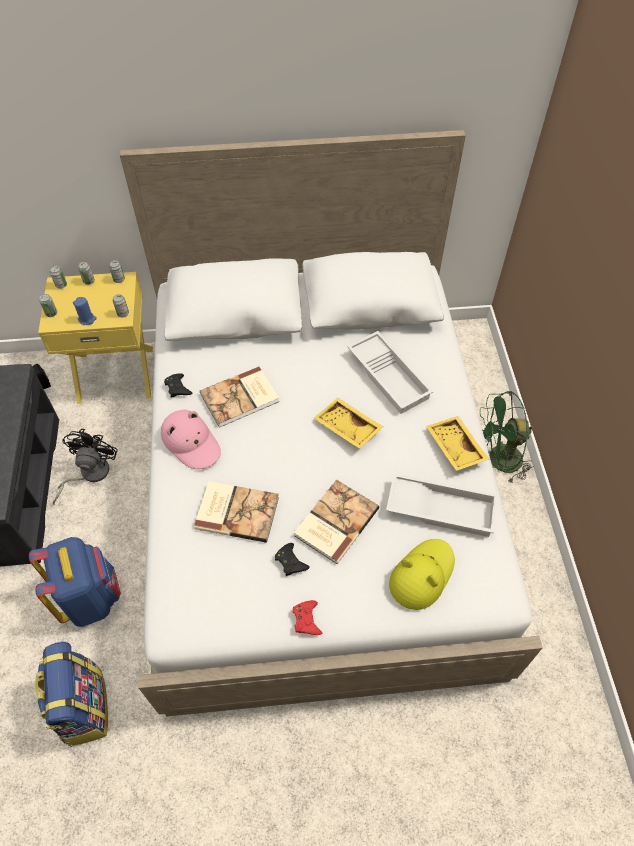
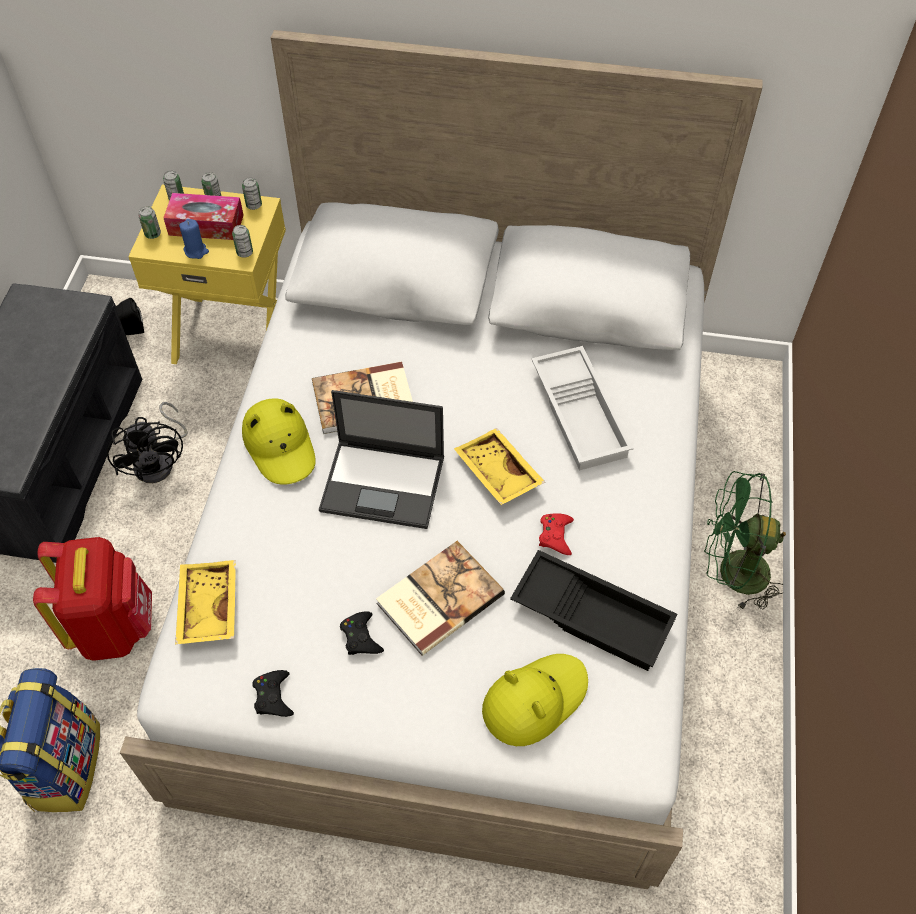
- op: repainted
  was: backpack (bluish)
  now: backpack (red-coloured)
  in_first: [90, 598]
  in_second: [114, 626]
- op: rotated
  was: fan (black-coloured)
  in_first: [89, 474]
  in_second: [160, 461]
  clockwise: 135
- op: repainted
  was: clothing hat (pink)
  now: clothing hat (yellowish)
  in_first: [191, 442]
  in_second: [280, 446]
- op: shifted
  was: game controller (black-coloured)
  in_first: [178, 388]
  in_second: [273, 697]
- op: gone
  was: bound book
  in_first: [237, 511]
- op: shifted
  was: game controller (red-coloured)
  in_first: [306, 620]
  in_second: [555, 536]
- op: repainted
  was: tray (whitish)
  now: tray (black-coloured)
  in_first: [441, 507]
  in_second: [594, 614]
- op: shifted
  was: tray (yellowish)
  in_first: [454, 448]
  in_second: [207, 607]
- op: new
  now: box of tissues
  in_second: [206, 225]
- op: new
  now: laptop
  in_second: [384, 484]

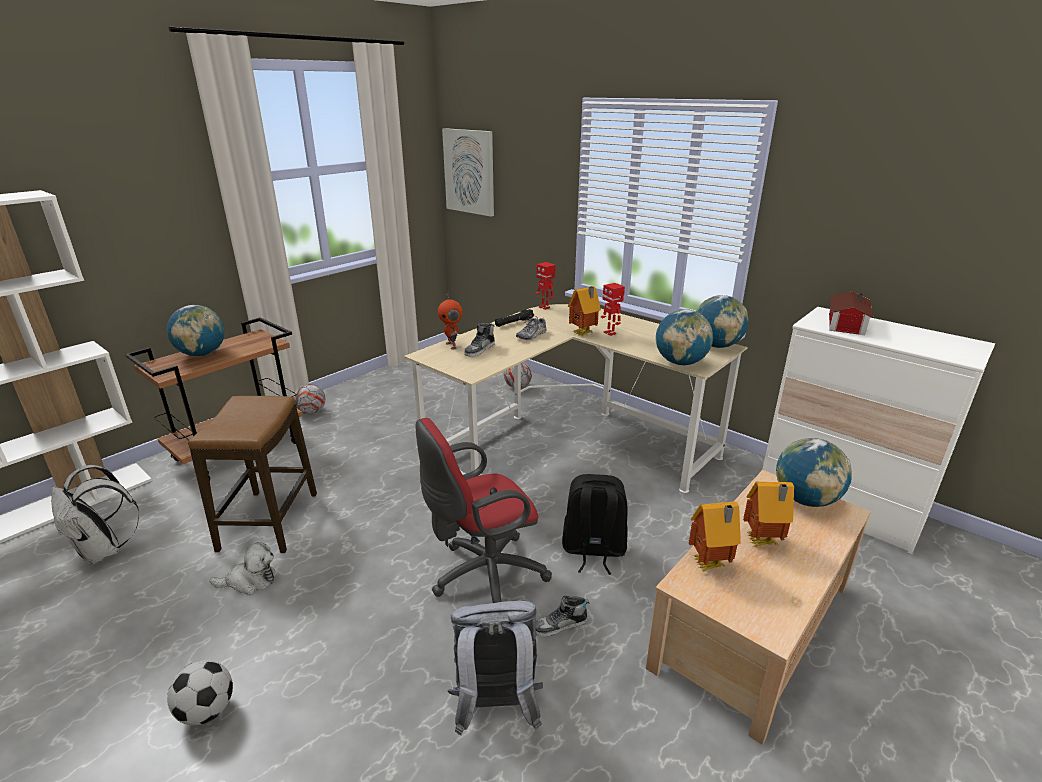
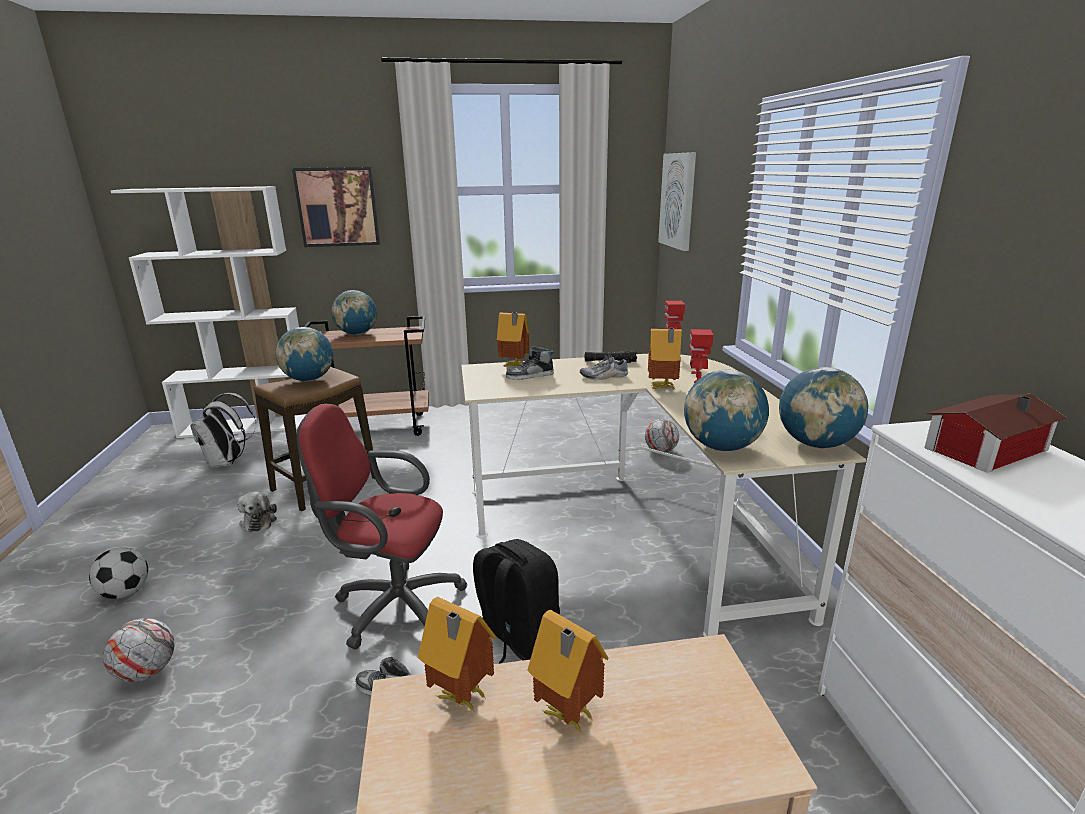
- op: rotated
  was: cuddly toy
  in_first: [250, 581]
  in_second: [259, 520]
  clockwise: 45
- op: shifted
  was: ball for football
  in_first: [311, 412]
  in_second: [147, 672]
- op: swapped
  was: toy robot
  now: miniature house
  in_first: [452, 345]
  in_second: [514, 367]
- op: gone
  was: backpack (grey)
  in_first: [496, 707]
- op: shifted
  was: globe
  in_first: [805, 500]
  in_second: [309, 380]
- op: new
  now: wall picture
  in_second: [337, 207]

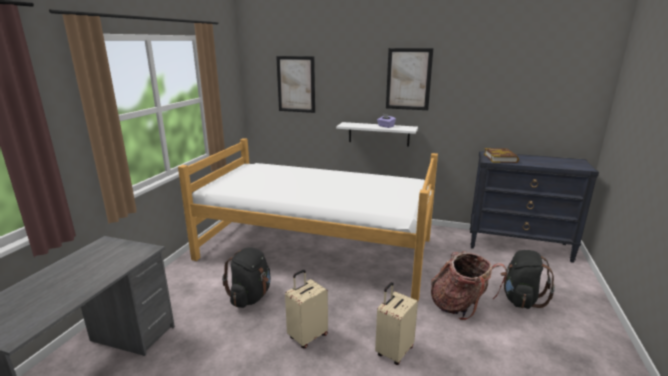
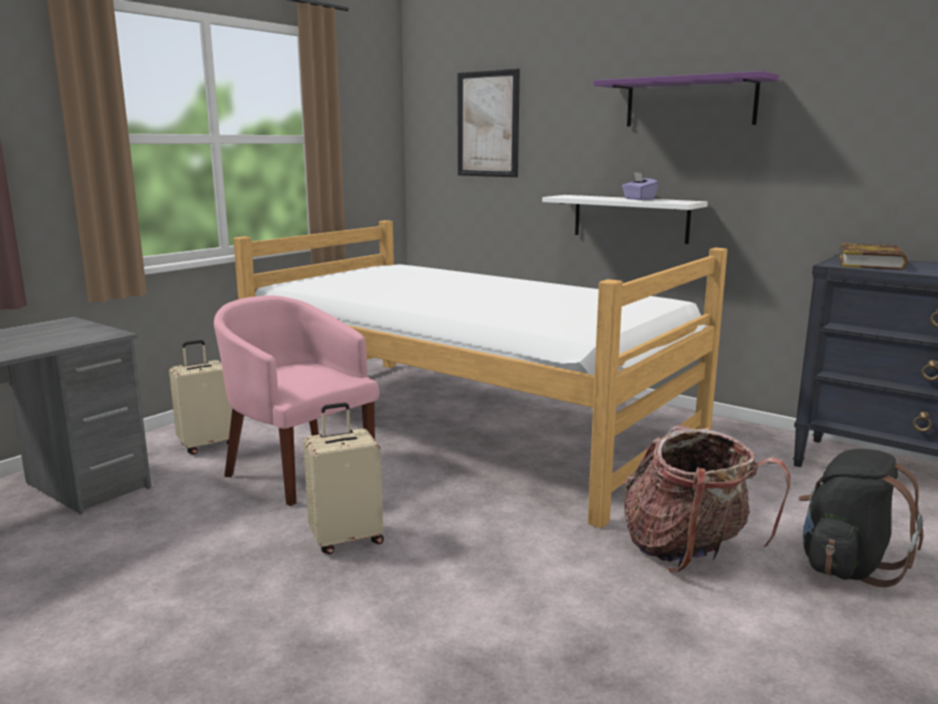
- op: swapped
  was: backpack (black-coloured)
  now: lounge chair (pink)
  in_first: [250, 297]
  in_second: [298, 471]
- op: shifted
  was: suitcase (beige)
  in_first: [393, 351]
  in_second: [207, 445]
- op: swapped
  was: wall picture
  now: shelf (purple-coloured)
  in_first: [408, 79]
  in_second: [690, 102]

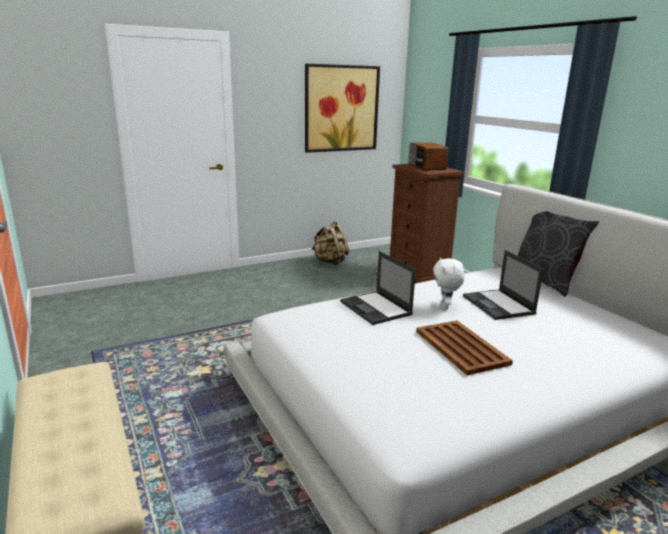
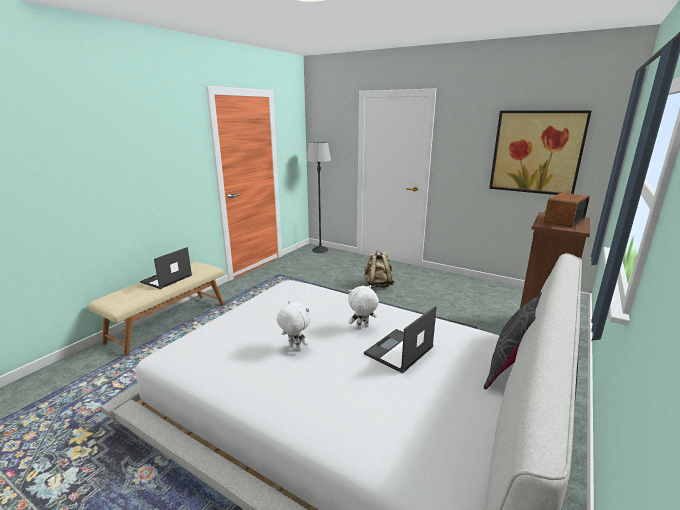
- op: shifted
  was: backpack (beige)
  in_first: [330, 262]
  in_second: [378, 285]
- op: shifted
  was: laptop
  in_first: [376, 308]
  in_second: [166, 279]
- op: swapped
  was: tray (brown-coloured)
  now: cuddly toy (whitish)
  in_first: [461, 348]
  in_second: [294, 348]
- op: new
  now: standard lamp
  in_second: [320, 250]

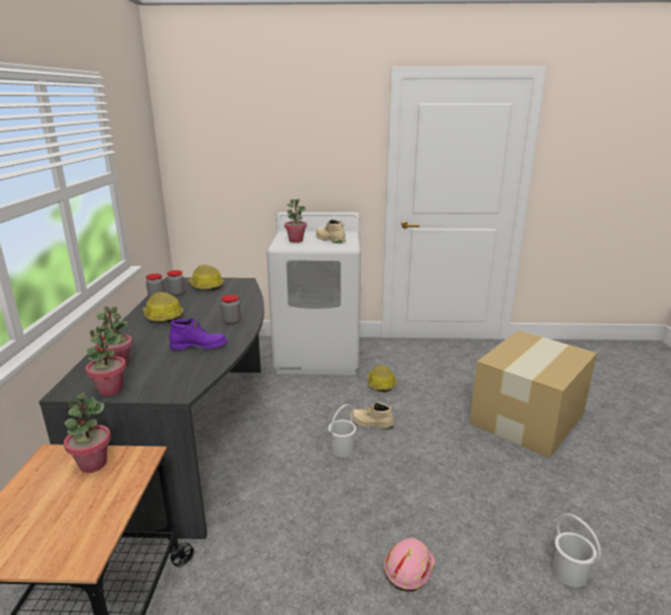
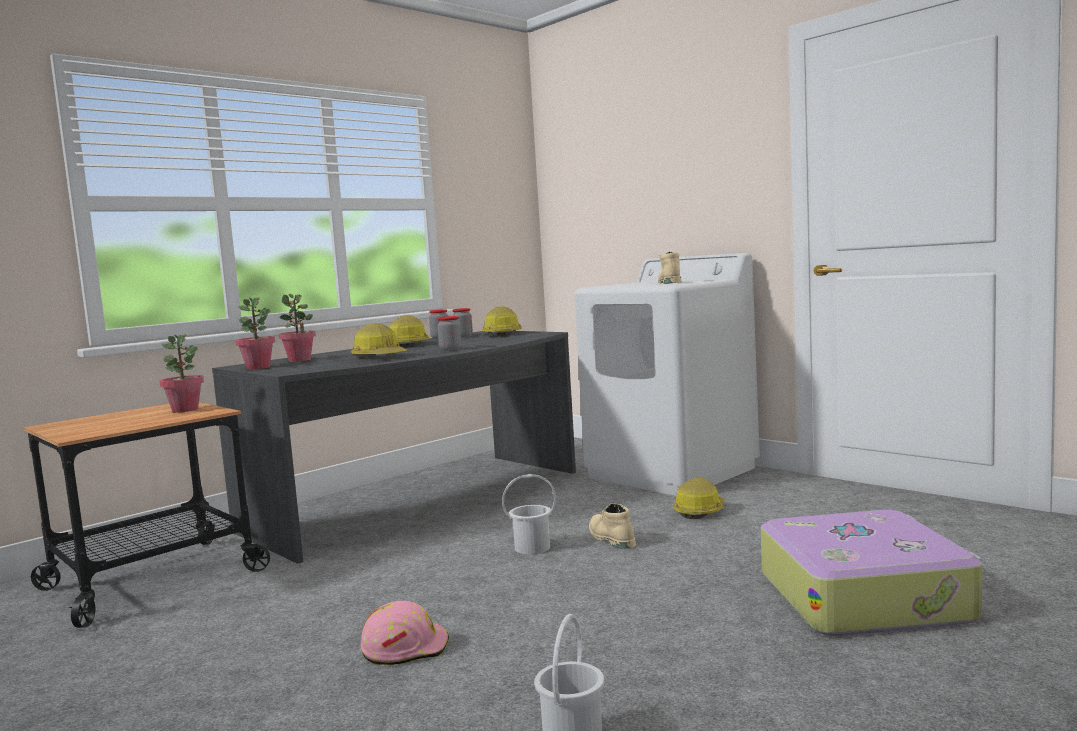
- op: swapped
  was: tall boot (purple-coloured)
  now: work helmet
  in_first: [199, 346]
  in_second: [380, 357]
- op: gone
  was: plant in a pot
  in_first: [296, 240]
- op: swapped
  was: carton
  now: suitcase
  in_first: [526, 419]
  in_second: [865, 596]

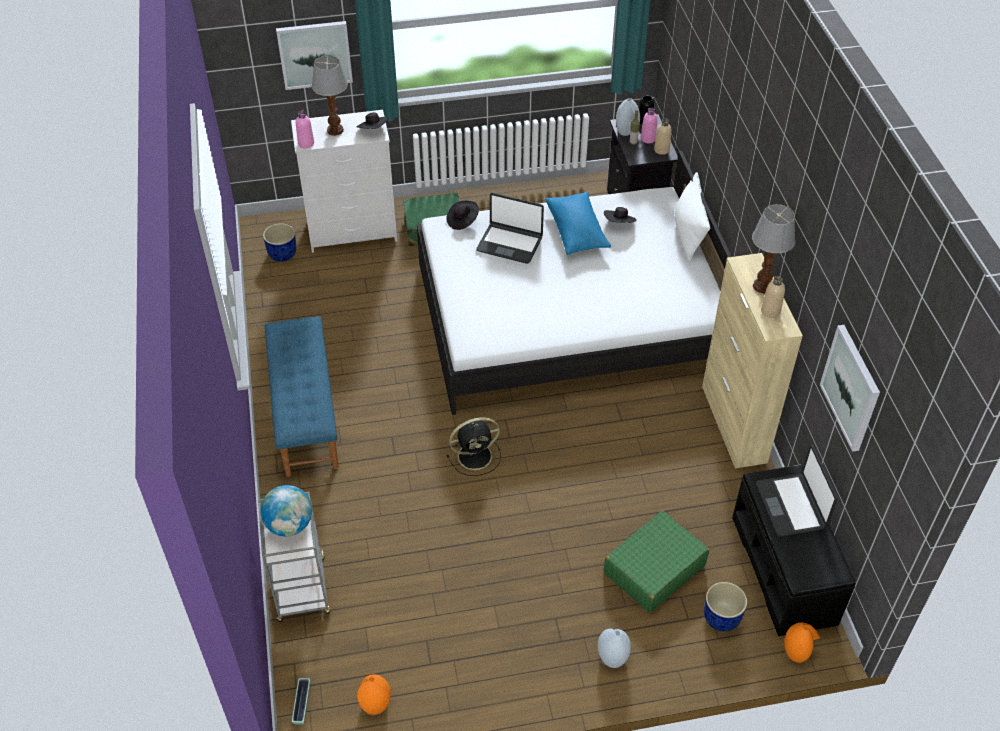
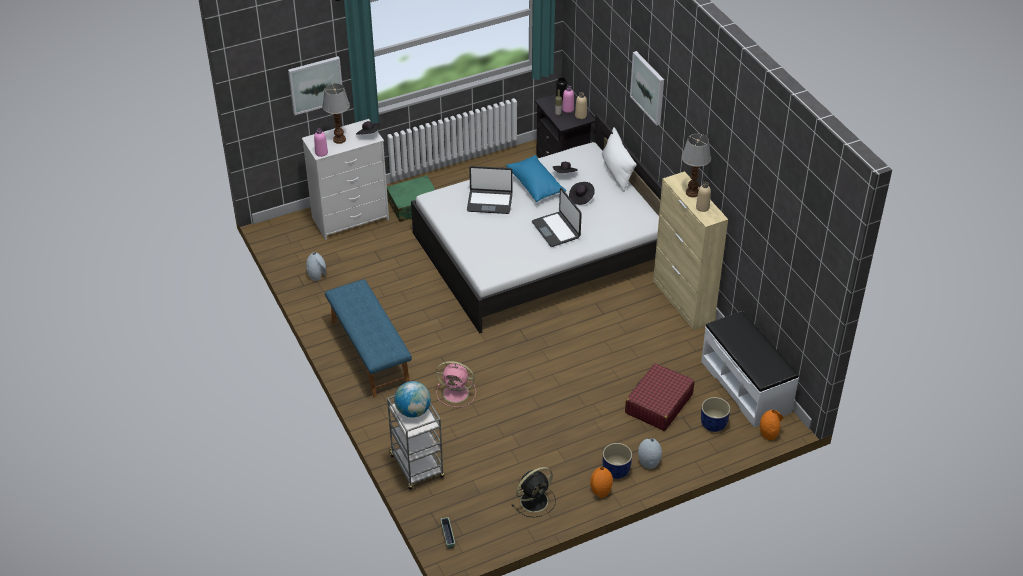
- op: shifted
  was: flower pot (bluish)
  in_first: [282, 254]
  in_second: [616, 471]
- op: shifted
  was: flower vase (orangey)
  in_first: [375, 704]
  in_second: [600, 492]
- op: shifted
  was: clothing hat (black-coloured)
  in_first: [462, 221]
  in_second: [581, 198]
- op: shifted
  was: fan (black-coloured)
  in_first: [476, 455]
  in_second: [535, 500]
- op: repainted
  was: suitcase (green-coloured)
  now: suitcase (red-coloured)
  in_first: [654, 569]
  in_second: [658, 404]
- op: shifted
  was: flower vase (grey)
  in_first: [627, 130]
  in_second: [317, 276]
- op: repainted
  was: long seat (black-coloured)
  now: long seat (whitish)
  in_first: [784, 569]
  in_second: [746, 386]
- op: shifted
  was: laptop
  in_first: [791, 505]
  in_second: [556, 230]
- op: shifted
  was: wall picture
  in_first: [851, 387]
  in_second: [648, 87]
- op: new
  now: fan (pink)
  in_second: [457, 393]

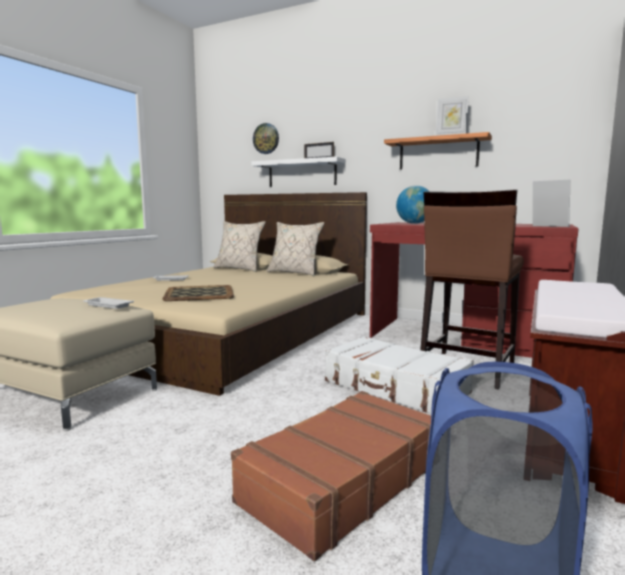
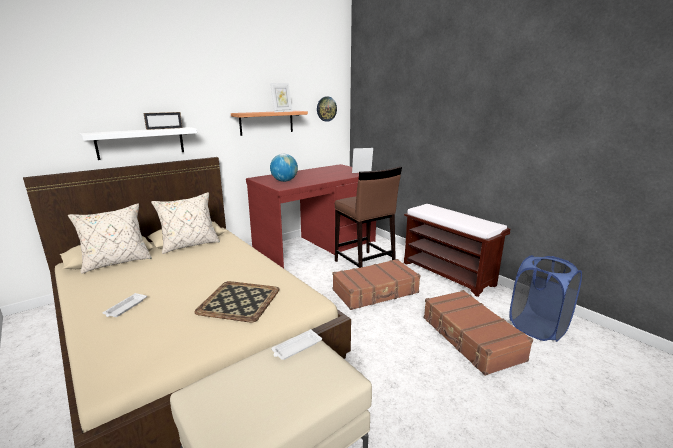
- op: shifted
  was: wall clock
  in_first: [266, 138]
  in_second: [326, 109]
- op: repainted
  was: suitcase (whitish)
  now: suitcase (brown-coloured)
  in_first: [395, 388]
  in_second: [376, 292]

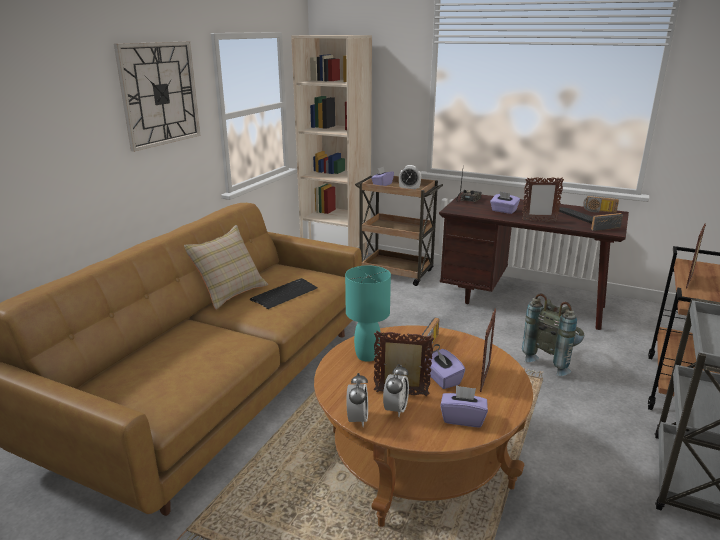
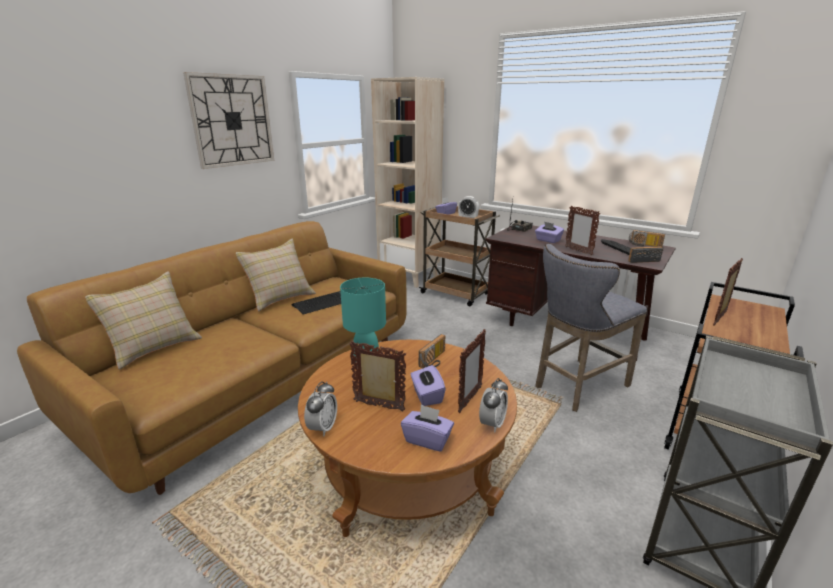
- op: shifted
  was: bedside clock
  in_first: [395, 409]
  in_second: [492, 424]
- op: rotated
  was: picture frame
  in_first: [539, 221]
  in_second: [578, 251]
  clockwise: 45
- op: swapped
  was: backpack (grey)
  now: stool (grey)
  in_first: [552, 360]
  in_second: [576, 386]
- op: new
  now: cushion (beige)
  in_second: [153, 347]

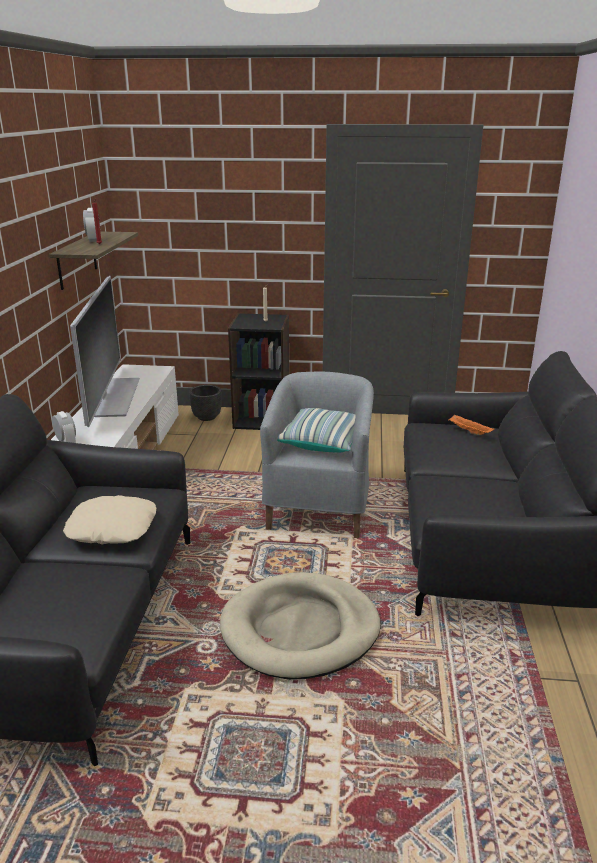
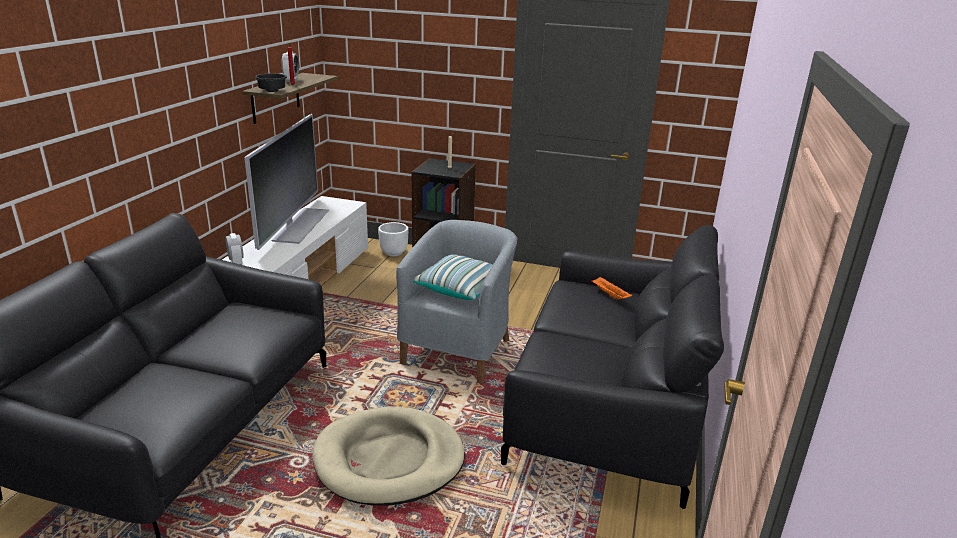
- op: gone
  was: cushion (beige)
  in_first: [112, 528]
- op: repainted
  was: flower pot (black-coloured)
  now: flower pot (whitish)
  in_first: [206, 417]
  in_second: [393, 252]
- op: new
  now: deep dish (black-coloured)
  in_second: [271, 91]

